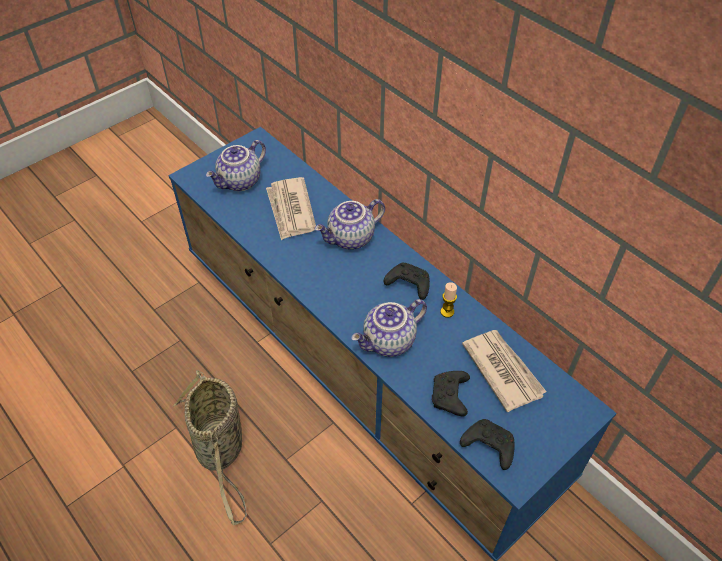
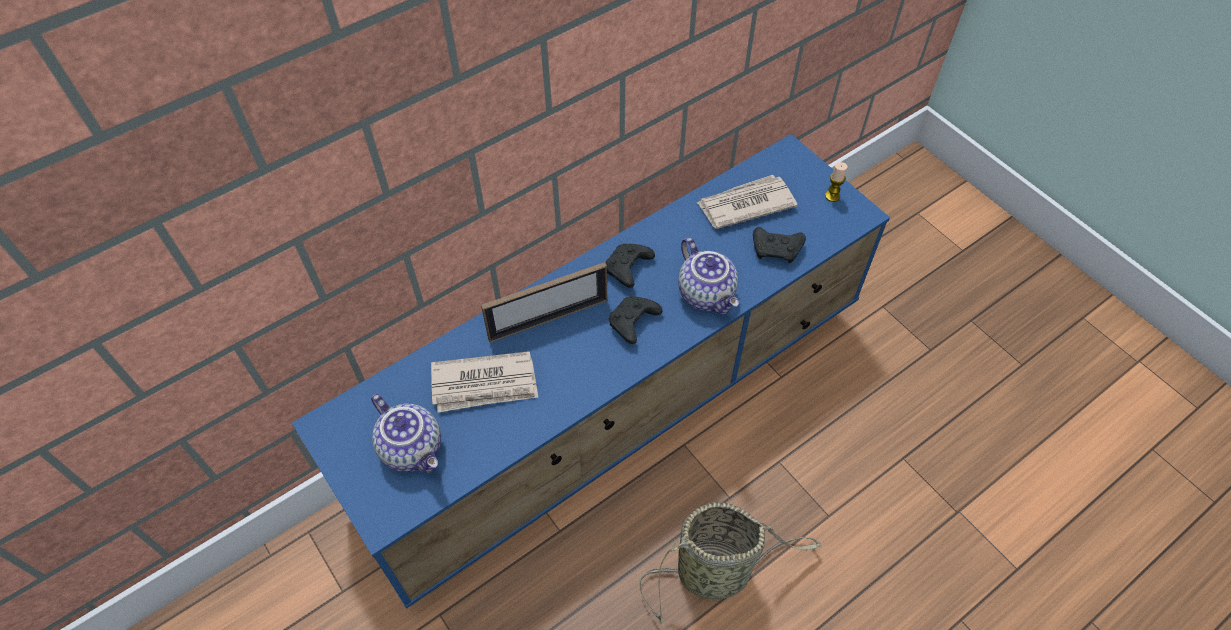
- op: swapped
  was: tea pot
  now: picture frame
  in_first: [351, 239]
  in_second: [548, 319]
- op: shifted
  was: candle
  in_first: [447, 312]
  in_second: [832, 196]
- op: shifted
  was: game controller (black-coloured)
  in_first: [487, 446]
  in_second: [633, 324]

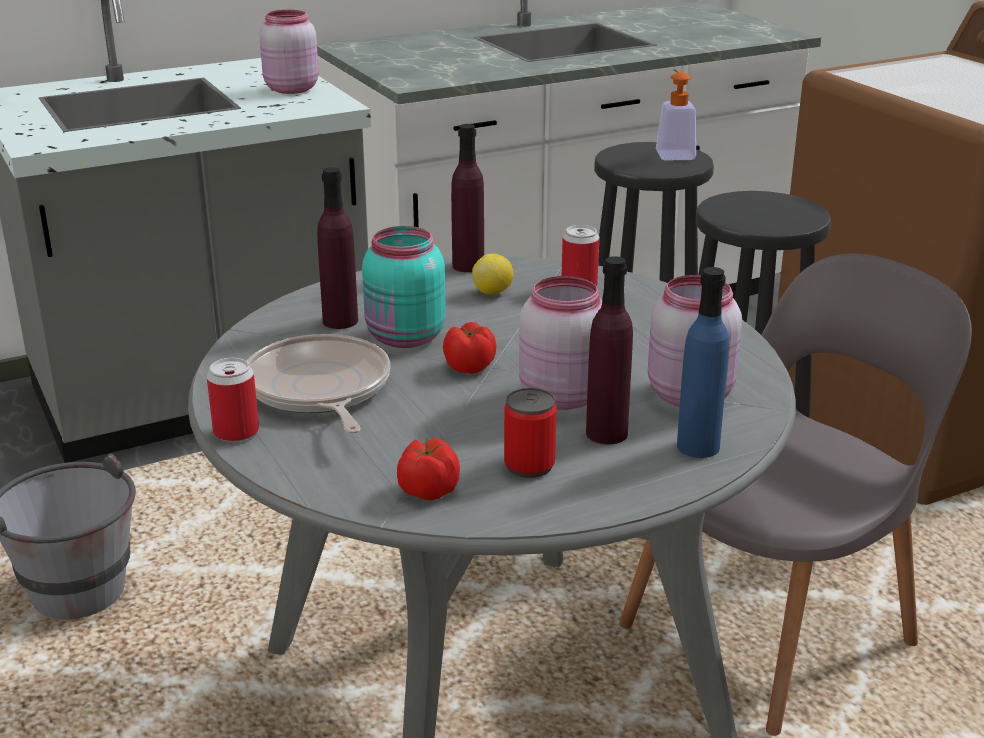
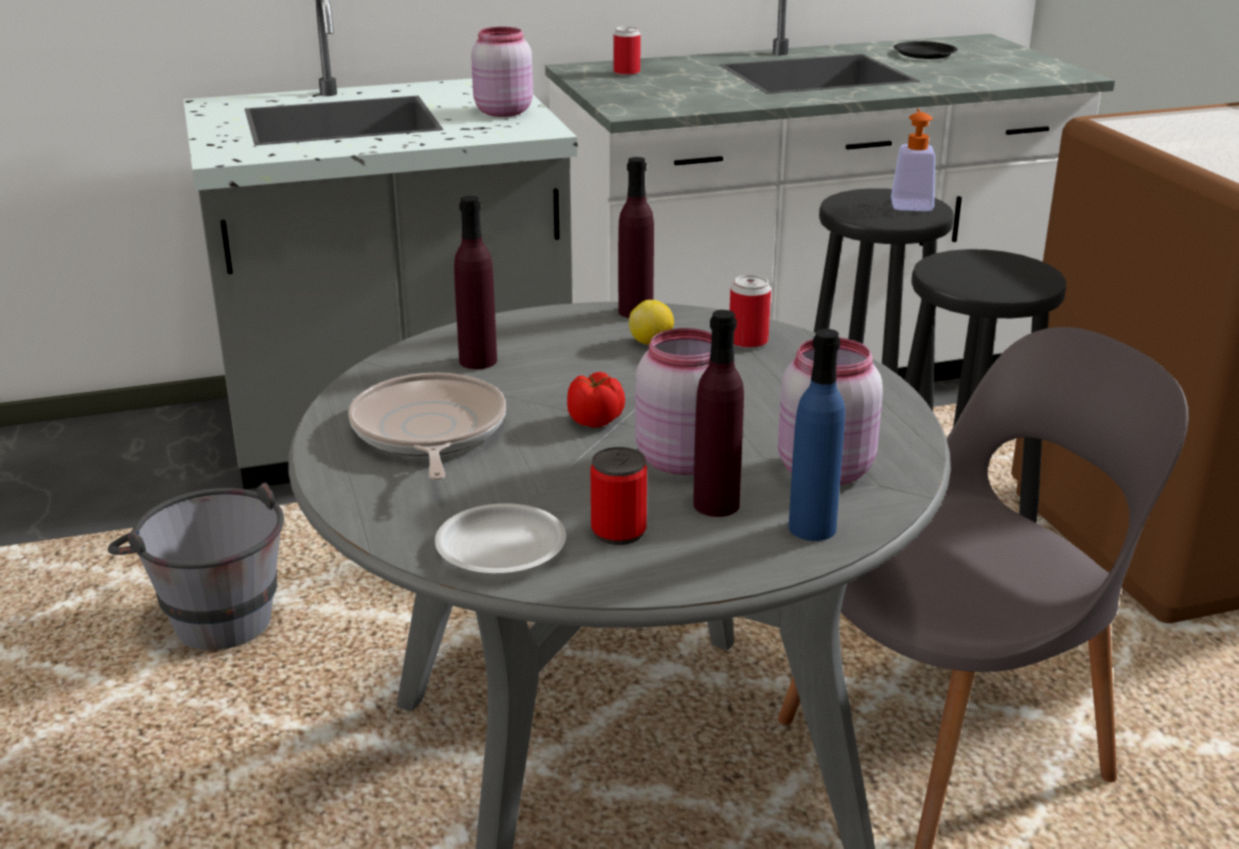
- op: shifted
  was: can
  in_first: [236, 432]
  in_second: [626, 73]
- op: gone
  was: storage jar (turquoise-coloured)
  in_first: [405, 338]
- op: swapped
  was: fresh tomato
  now: plate (whitish)
  in_first: [427, 491]
  in_second: [500, 548]
- op: new
  now: plate (black-coloured)
  in_second: [925, 54]

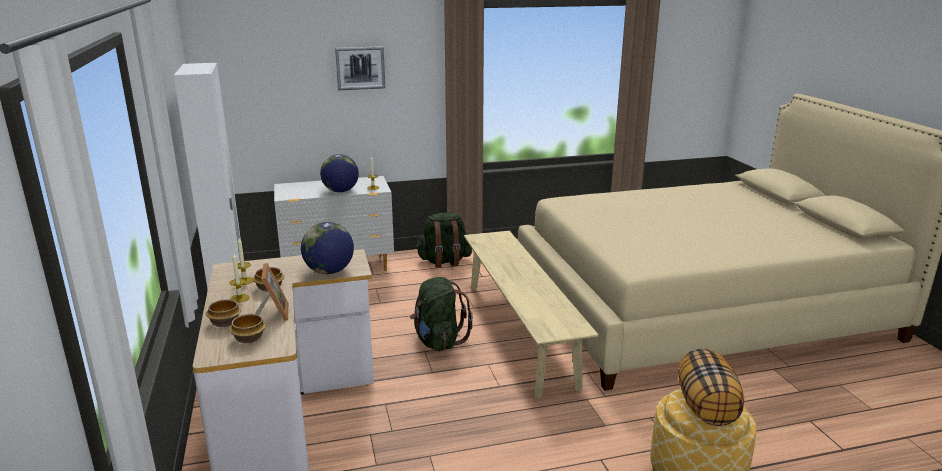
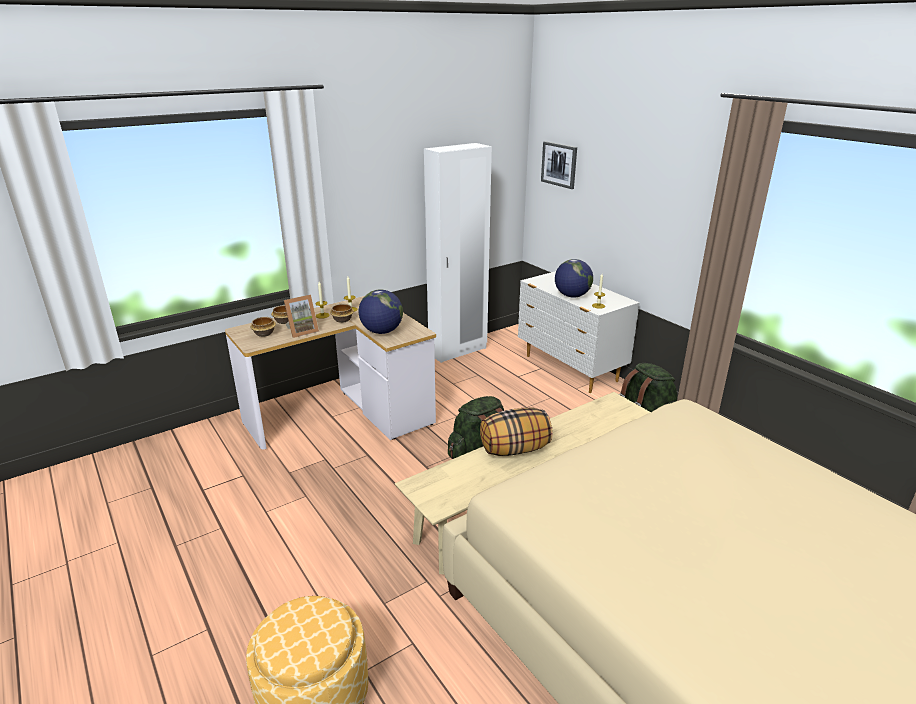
- op: shifted
  was: wall picture
  in_first: [360, 68]
  in_second: [559, 164]
- op: shifted
  was: cushion
  in_first: [707, 408]
  in_second: [514, 450]

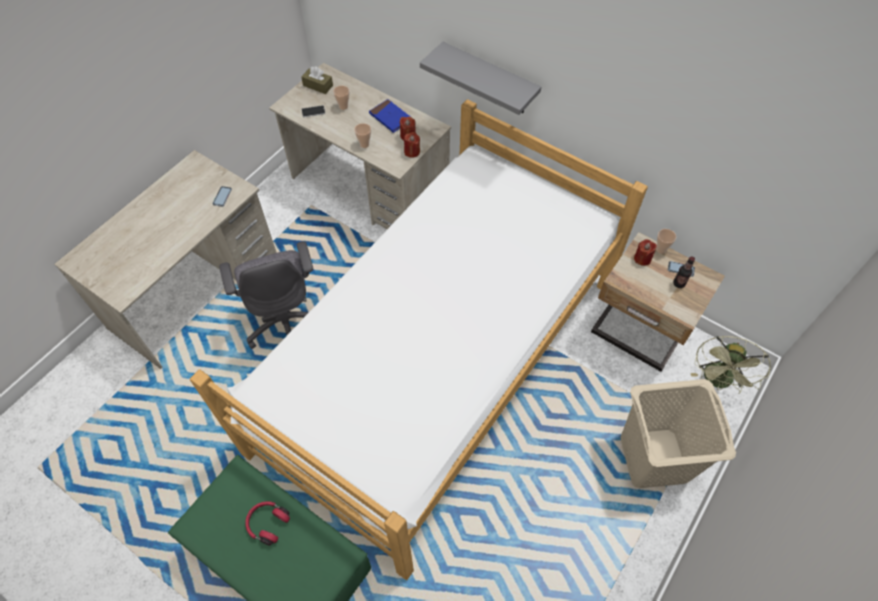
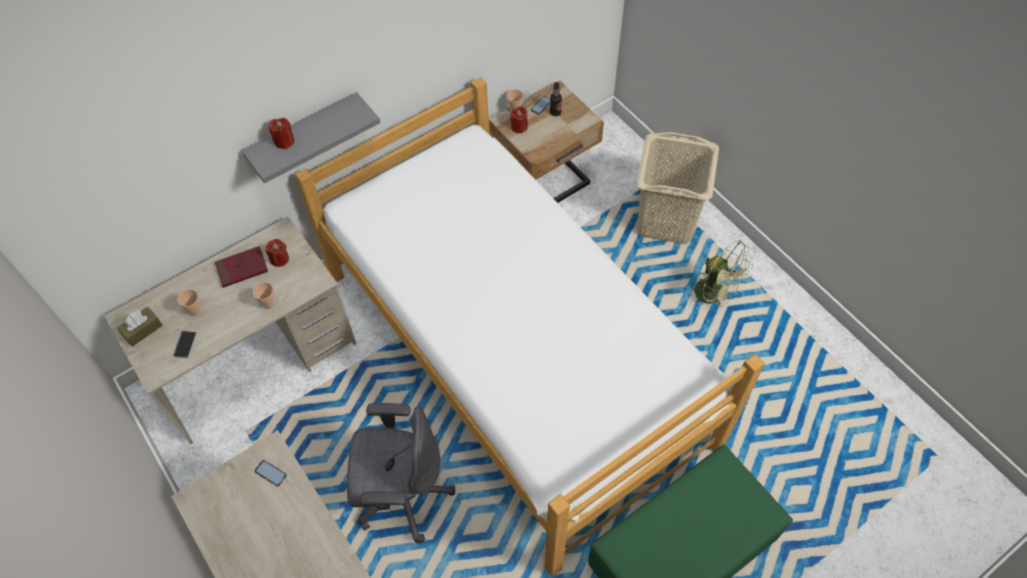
- op: gone
  was: headset (red-coloured)
  in_first: [267, 523]
- op: repainted
  was: bound book (bluish)
  now: bound book (red-coloured)
  in_first: [390, 117]
  in_second: [242, 268]
- op: shifted
  was: candle (red-coloured)
  in_first: [412, 152]
  in_second: [284, 141]
- op: shifted
  was: fan (green-coloured)
  in_first: [718, 381]
  in_second: [715, 295]

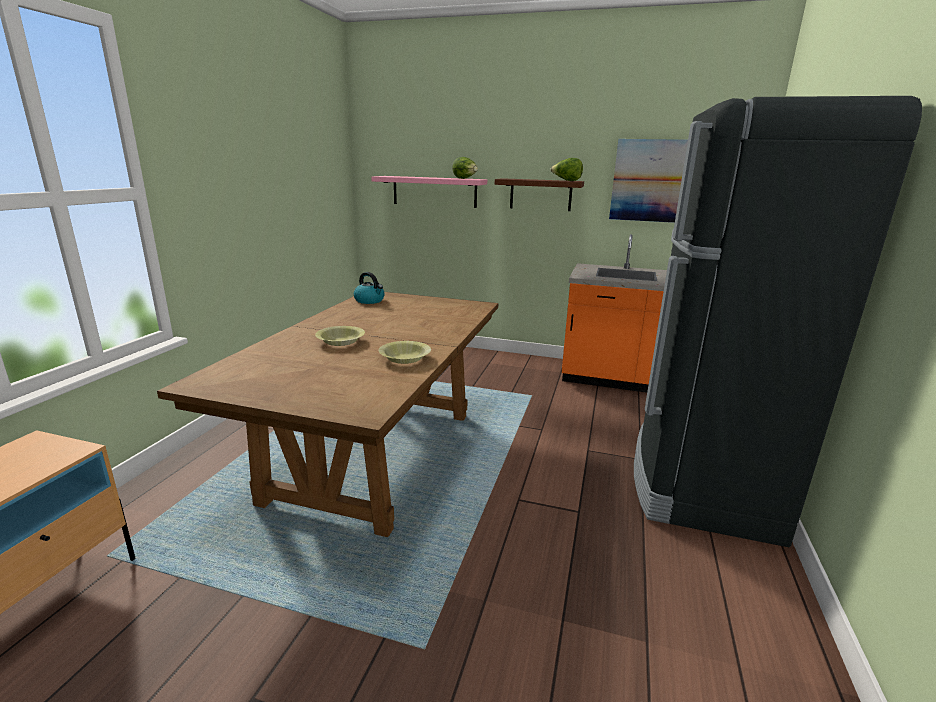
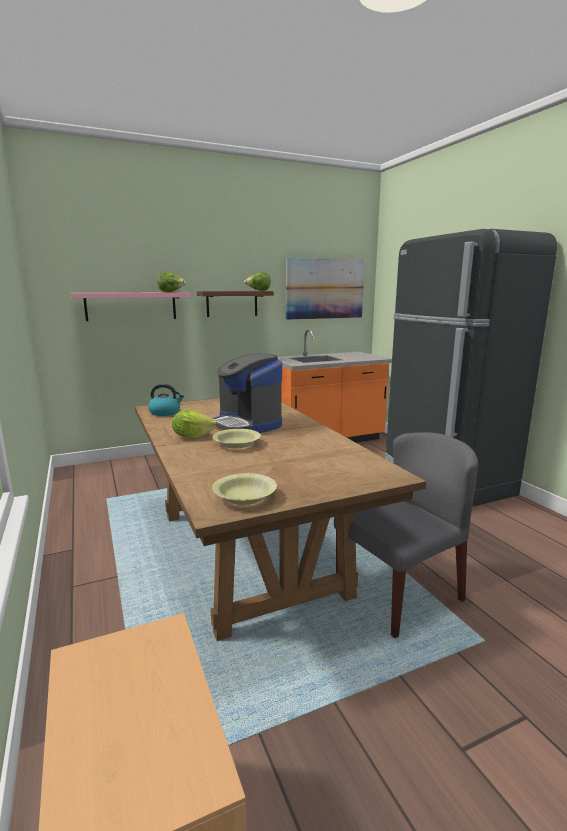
- op: shifted
  was: deep dish (yellowish)
  in_first: [405, 359]
  in_second: [245, 497]
- op: new
  now: lettuce head
  in_second: [192, 436]
- op: new
  now: coffee maker
  in_second: [247, 424]
- op: new
  now: plain chair (grey)
  in_second: [399, 594]

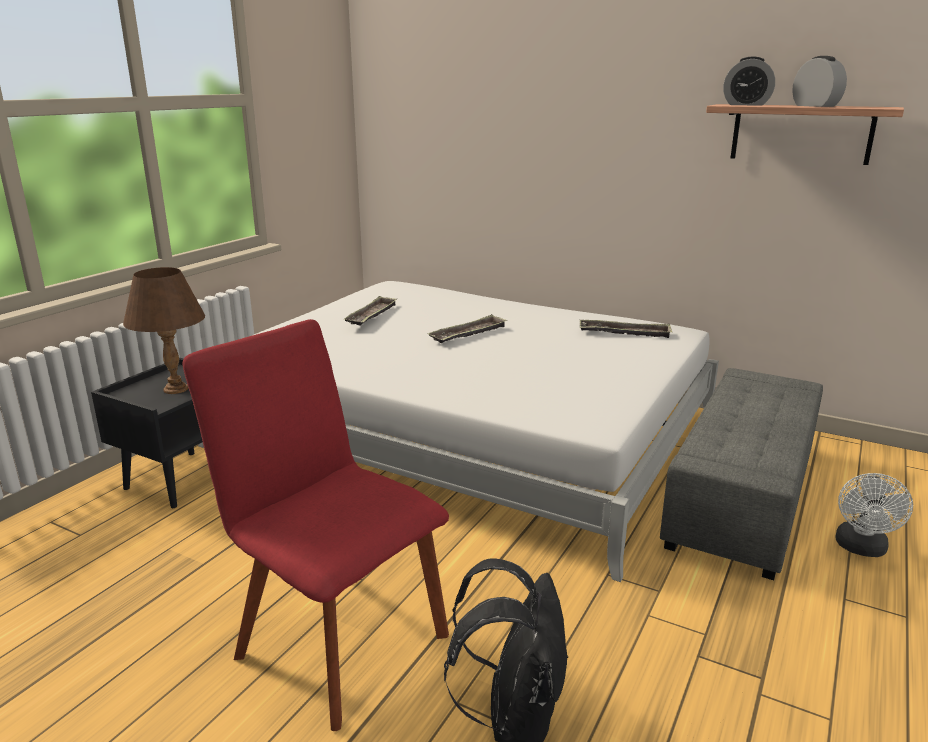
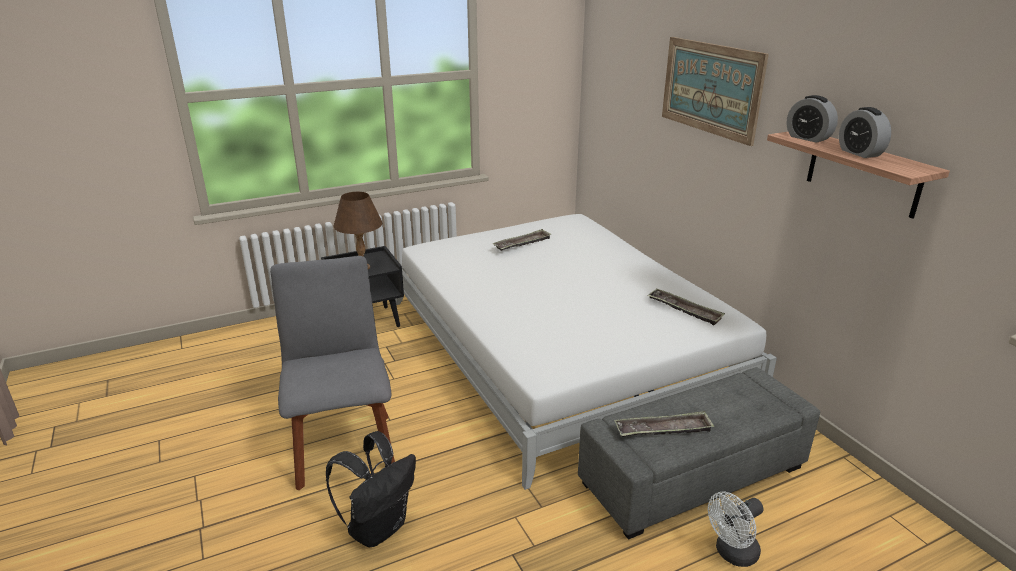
- op: repainted
  was: plain chair (red-coloured)
  now: plain chair (grey)
  in_first: [336, 639]
  in_second: [343, 446]
- op: shifted
  was: tray
  in_first: [468, 334]
  in_second: [663, 430]
- op: rotated
  was: bedside clock
  in_first: [815, 106]
  in_second: [859, 153]
  clockwise: 150
- op: new
  now: wall picture
  in_second: [710, 88]

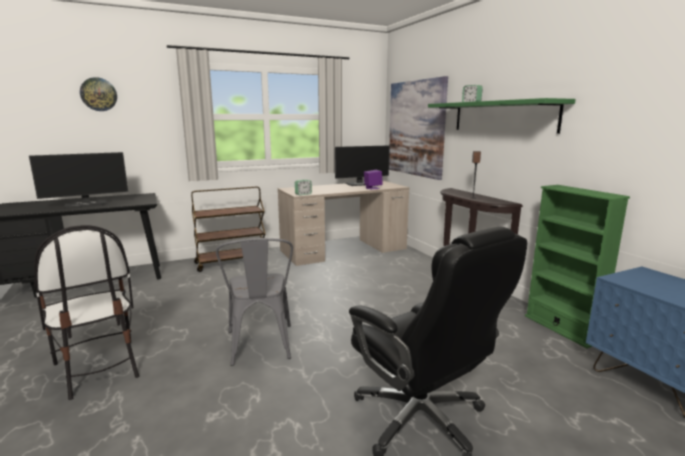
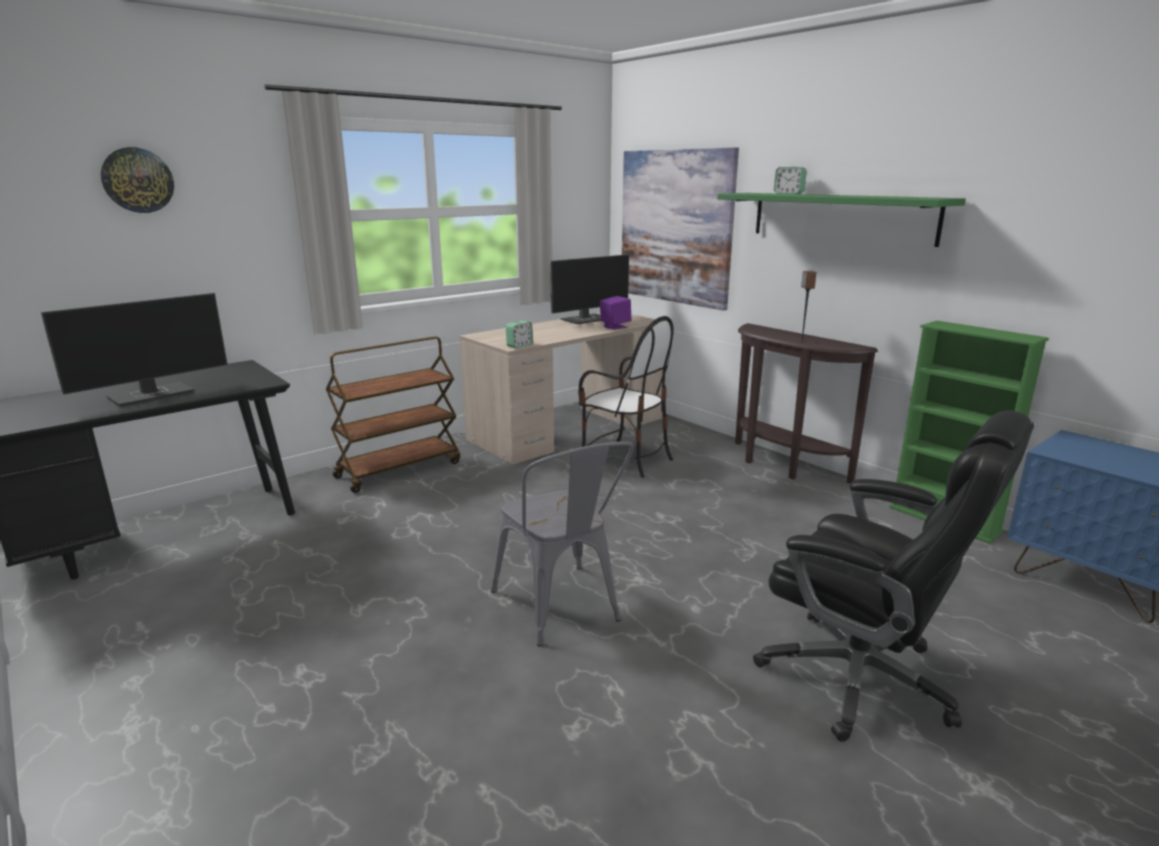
- op: shifted
  was: plain chair
  in_first: [98, 368]
  in_second: [625, 459]

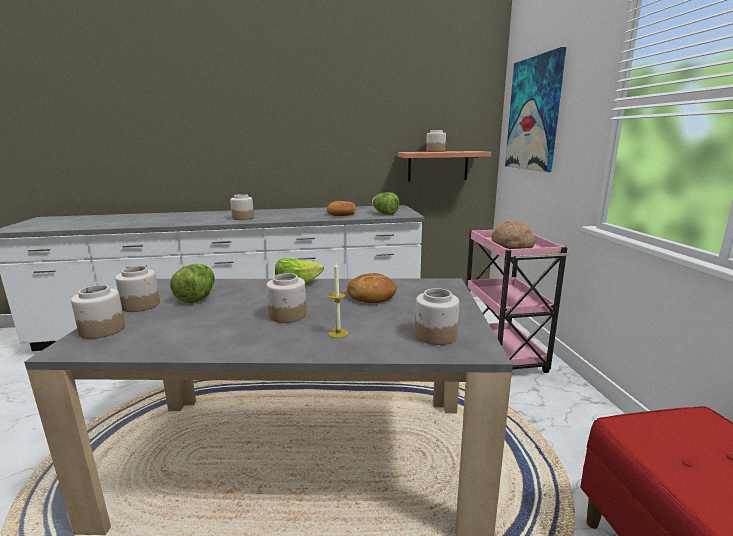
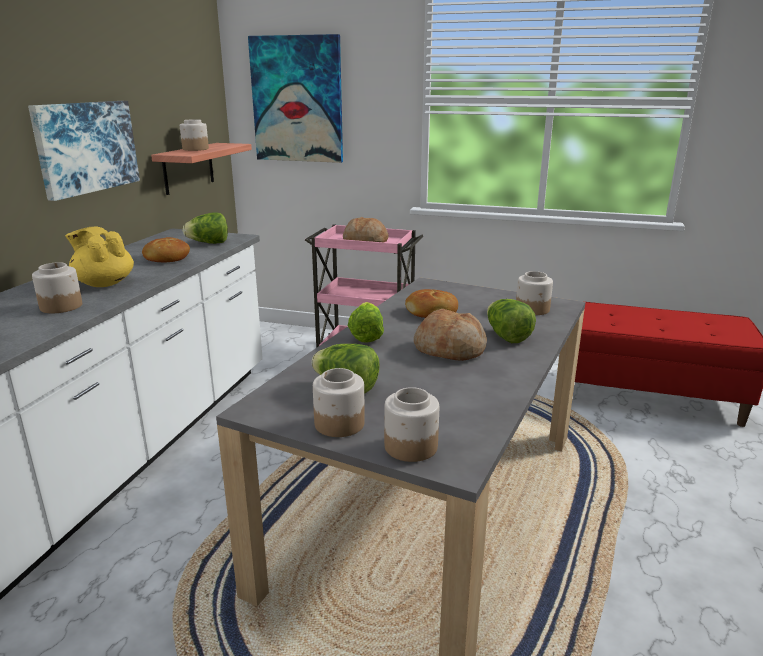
- op: swapped
  was: storage jar
  now: bakery bread
  in_first: [288, 315]
  in_second: [450, 349]
- op: swapped
  was: candle
  now: lettuce head
  in_first: [338, 333]
  in_second: [506, 336]
- op: new
  now: wall picture
  in_second: [86, 147]
- op: new
  now: tea pot (yellowish)
  in_second: [104, 283]

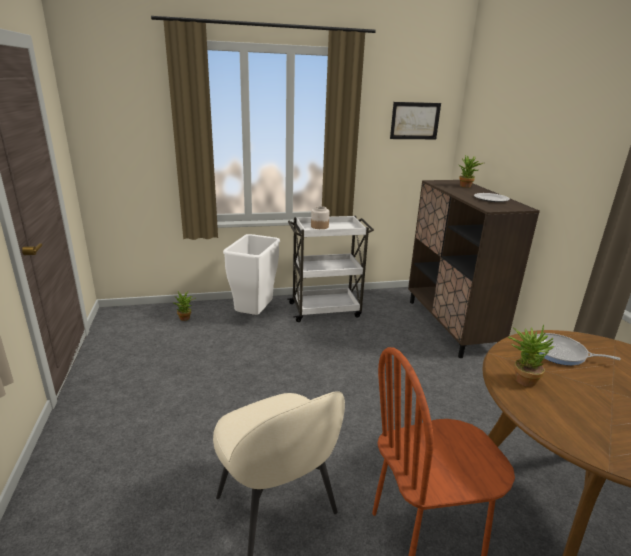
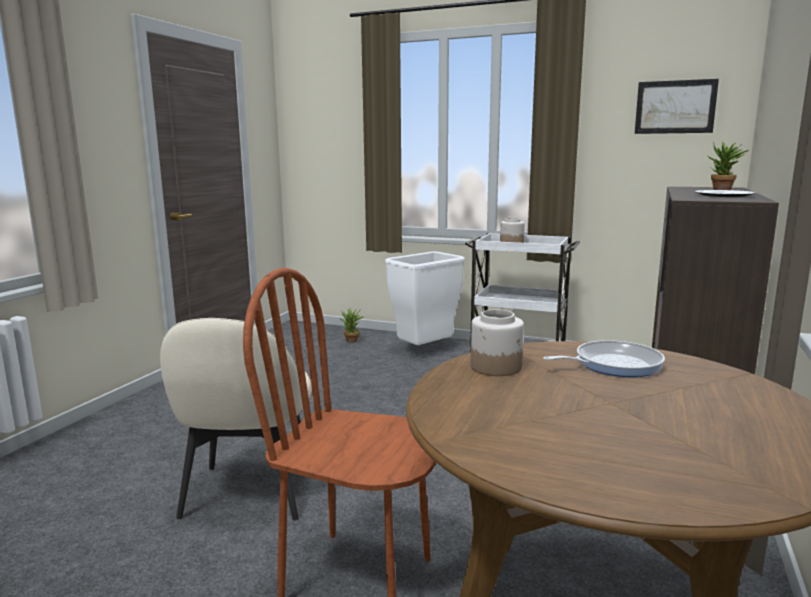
- op: swapped
  was: plant in a pot
  now: storage jar
  in_first: [522, 378]
  in_second: [496, 367]
- op: rotated
  was: frying pan
  in_first: [561, 353]
  in_second: [613, 364]
  clockwise: 105

